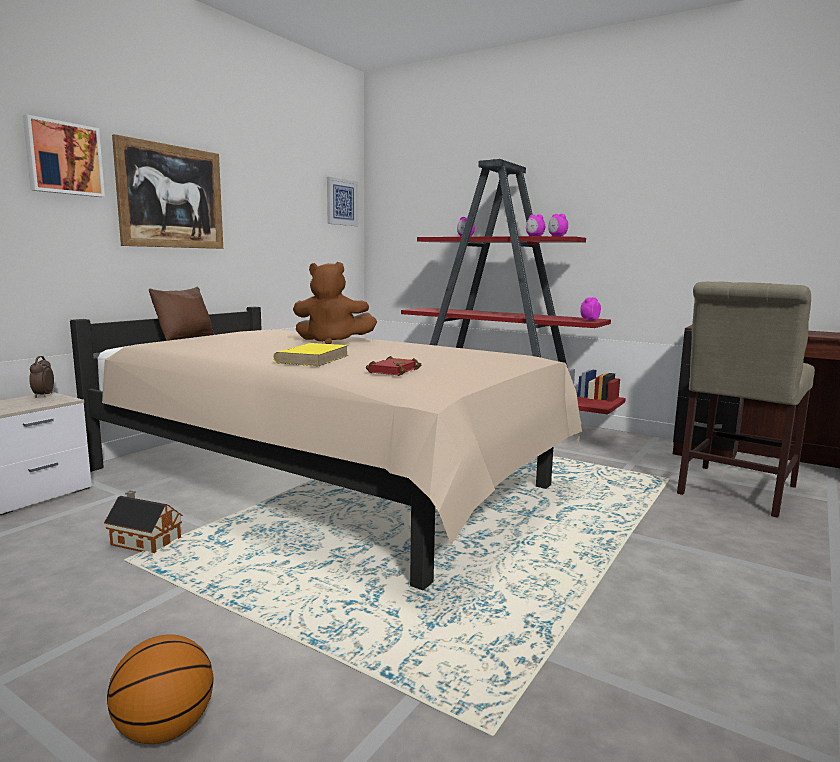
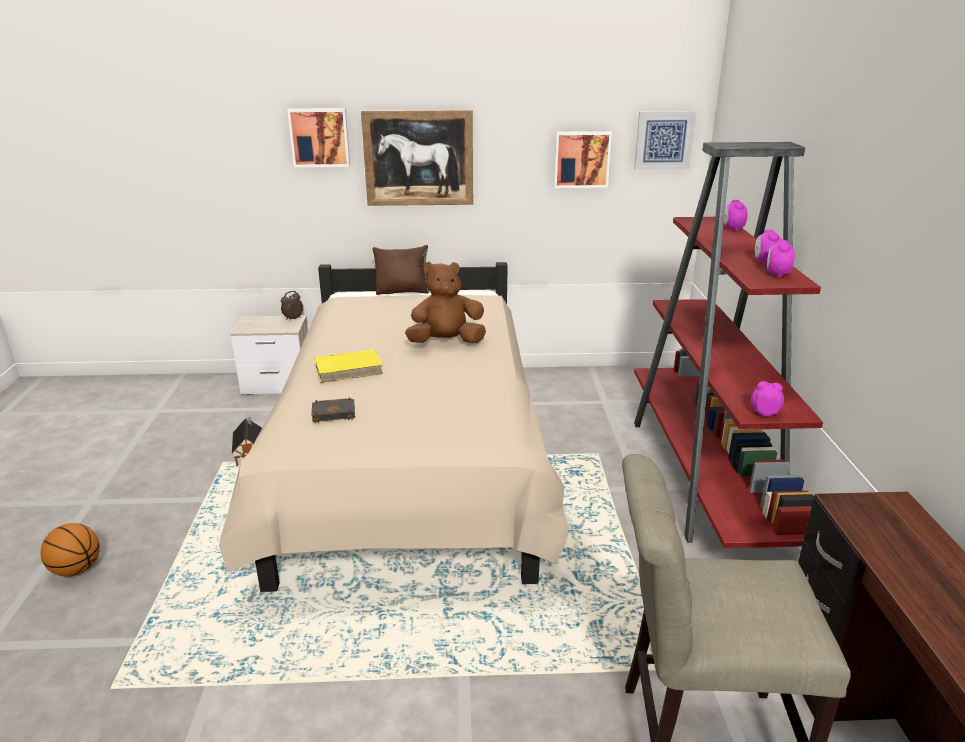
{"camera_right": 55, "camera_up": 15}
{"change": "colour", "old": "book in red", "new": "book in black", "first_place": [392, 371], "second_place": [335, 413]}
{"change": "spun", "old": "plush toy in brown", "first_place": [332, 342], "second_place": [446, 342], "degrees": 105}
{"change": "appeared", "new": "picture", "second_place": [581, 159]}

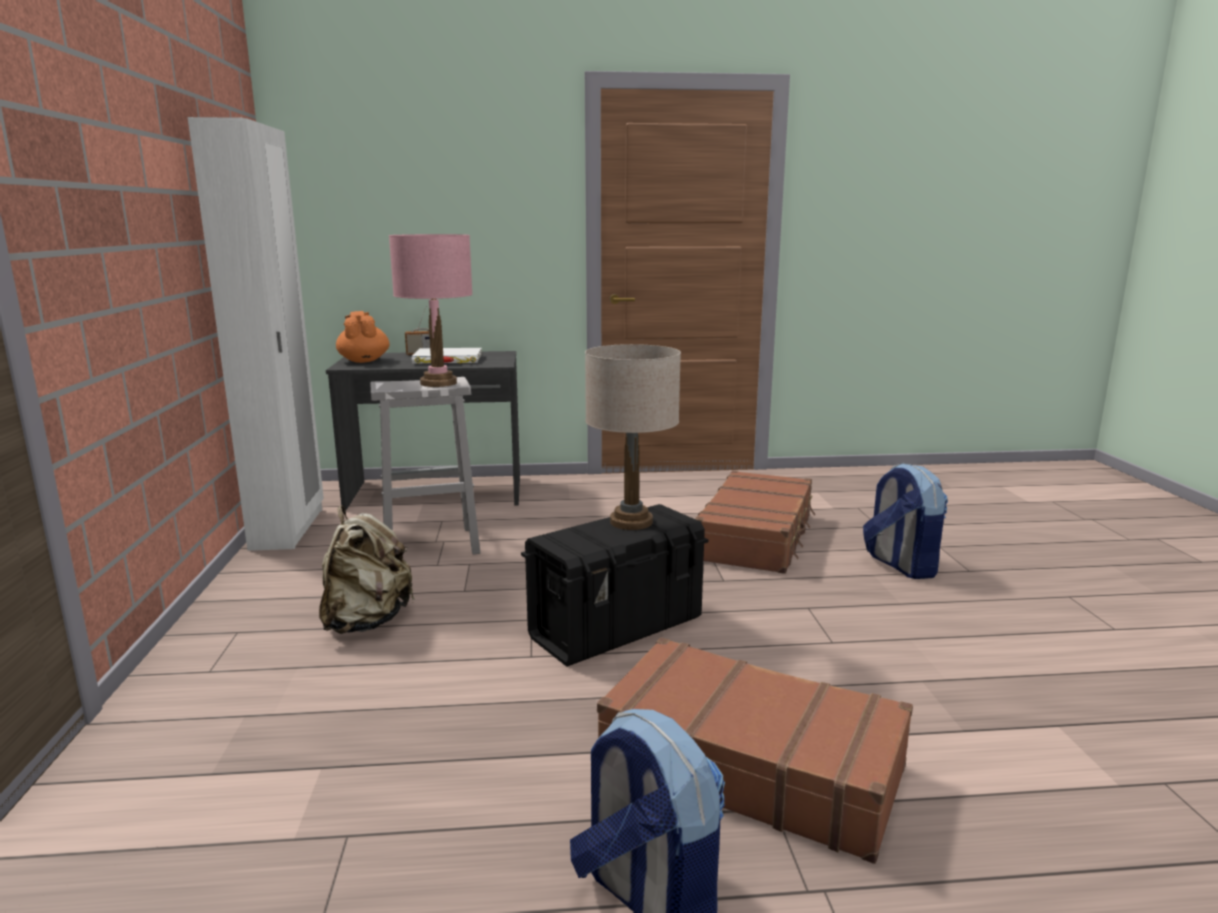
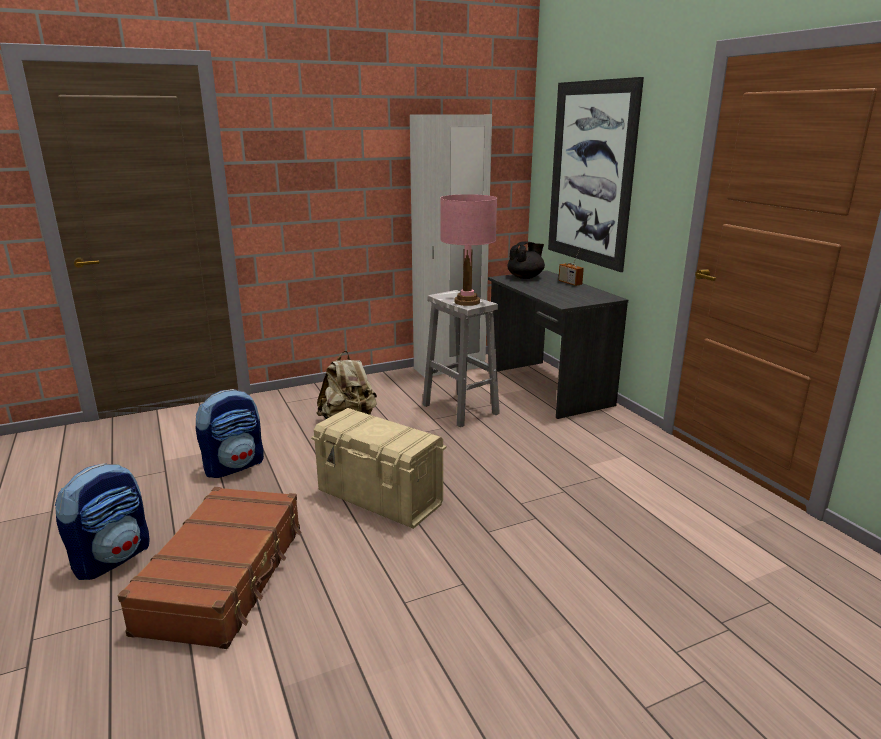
{"camera_right": 70, "camera_up": 5}
{"change": "relocated", "old": "backpack", "first_place": [900, 565], "second_place": [234, 466]}
{"change": "colour", "old": "storage box in black", "new": "storage box in beige", "first_place": [617, 627], "second_place": [380, 498]}
{"change": "colour", "old": "teapot in orange", "new": "teapot in black", "first_place": [364, 361], "second_place": [526, 277]}
{"change": "appeared", "new": "picture", "second_place": [590, 174]}
{"change": "missing", "old": "book in white", "first_place": [448, 360]}
{"change": "missing", "old": "table lamp in beige", "first_place": [631, 522]}
{"change": "missing", "old": "suitcase in brown", "first_place": [756, 537]}

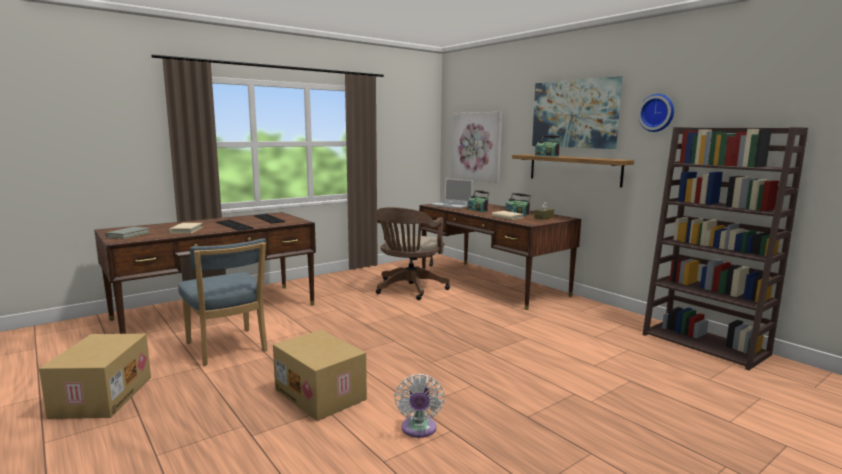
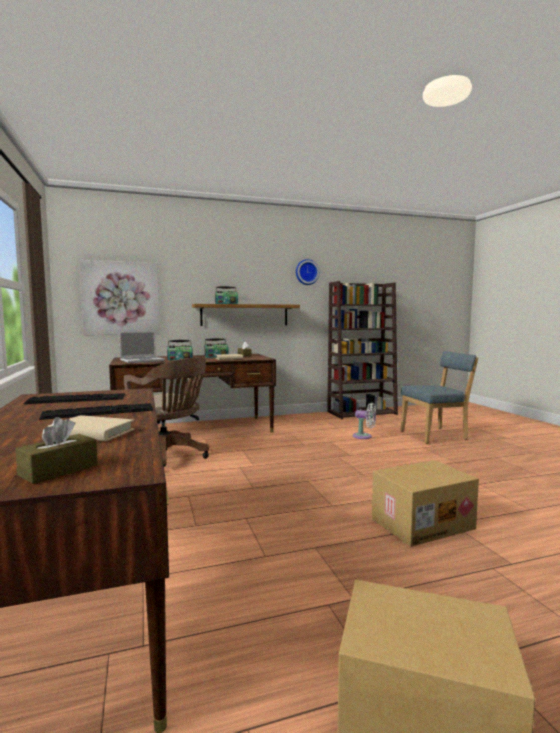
{"camera_right": -70, "camera_up": -5}
{"change": "exchanged", "old": "book in grey", "new": "tissue box in brown", "first_place": [128, 235], "second_place": [59, 470]}
{"change": "relocated", "old": "fan in white", "first_place": [418, 430], "second_place": [364, 436]}
{"change": "relocated", "old": "chair in blue", "first_place": [228, 348], "second_place": [436, 435]}
{"change": "missing", "old": "picture", "first_place": [574, 114]}

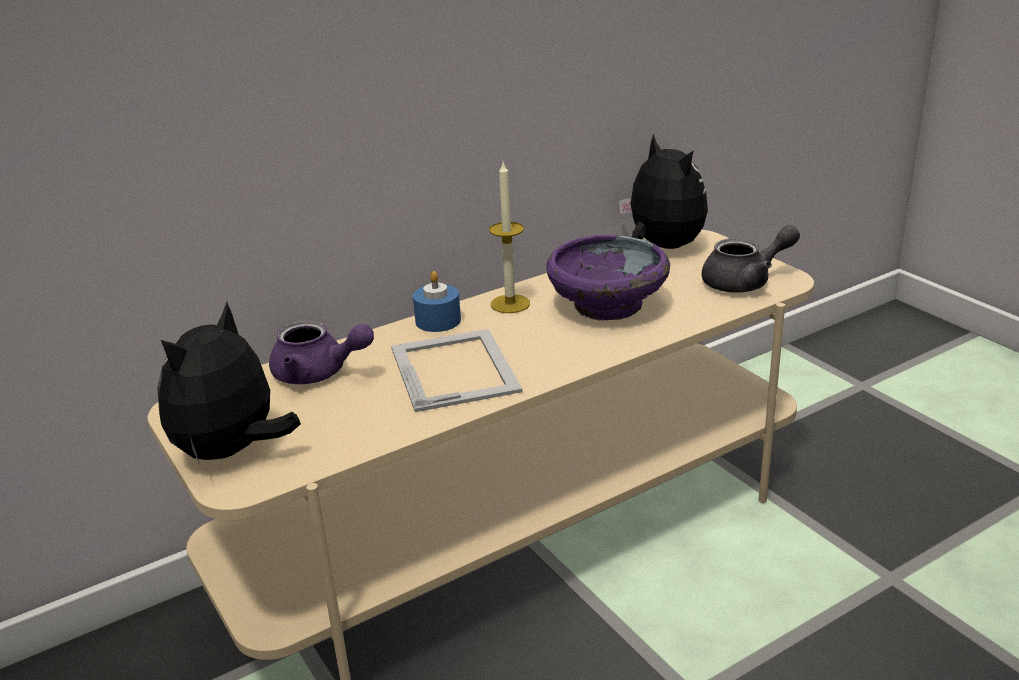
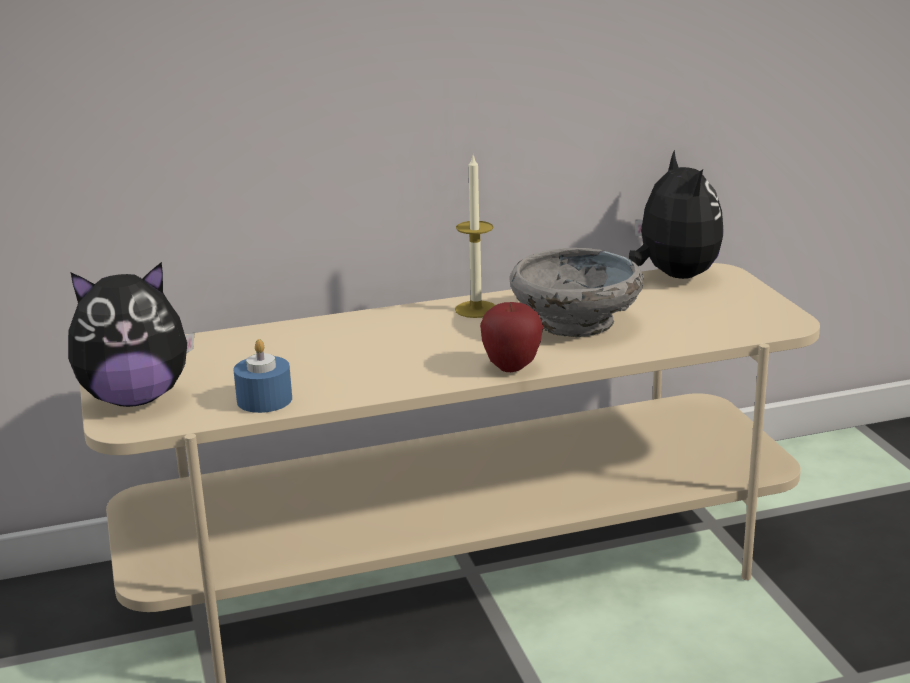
{"camera_right": 15, "camera_up": -5}
{"change": "spun", "old": "plush toy", "first_place": [232, 452], "second_place": [135, 398], "degrees": -150}
{"change": "relocated", "old": "candle in blue", "first_place": [438, 321], "second_place": [264, 400]}
{"change": "appeared", "new": "apple", "second_place": [512, 367]}
{"change": "colour", "old": "bowl in purple", "new": "bowl in grey", "first_place": [606, 305], "second_place": [574, 323]}
{"change": "missing", "old": "teapot in purple", "first_place": [319, 373]}
{"change": "missing", "old": "picture frame", "first_place": [455, 368]}
{"change": "missing", "old": "teapot in grey", "first_place": [746, 282]}

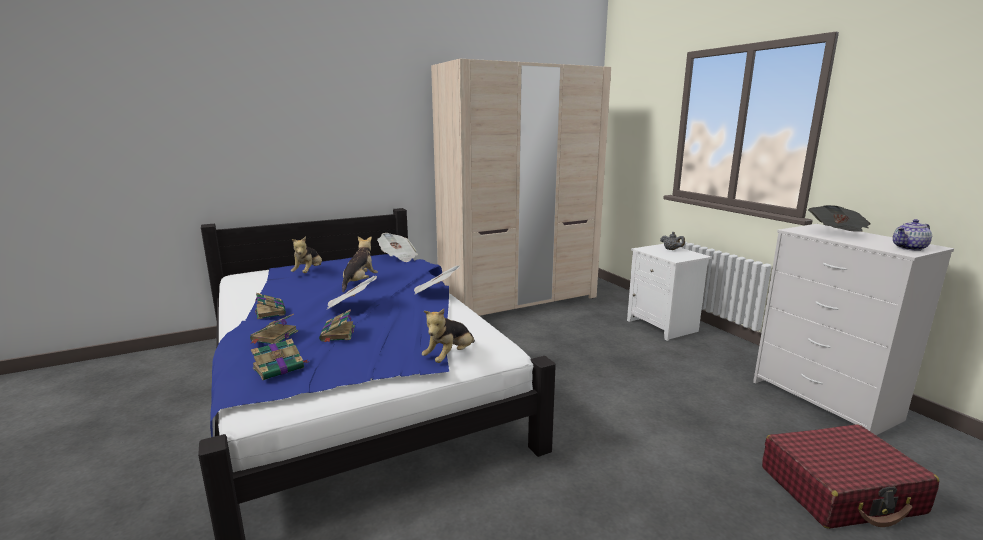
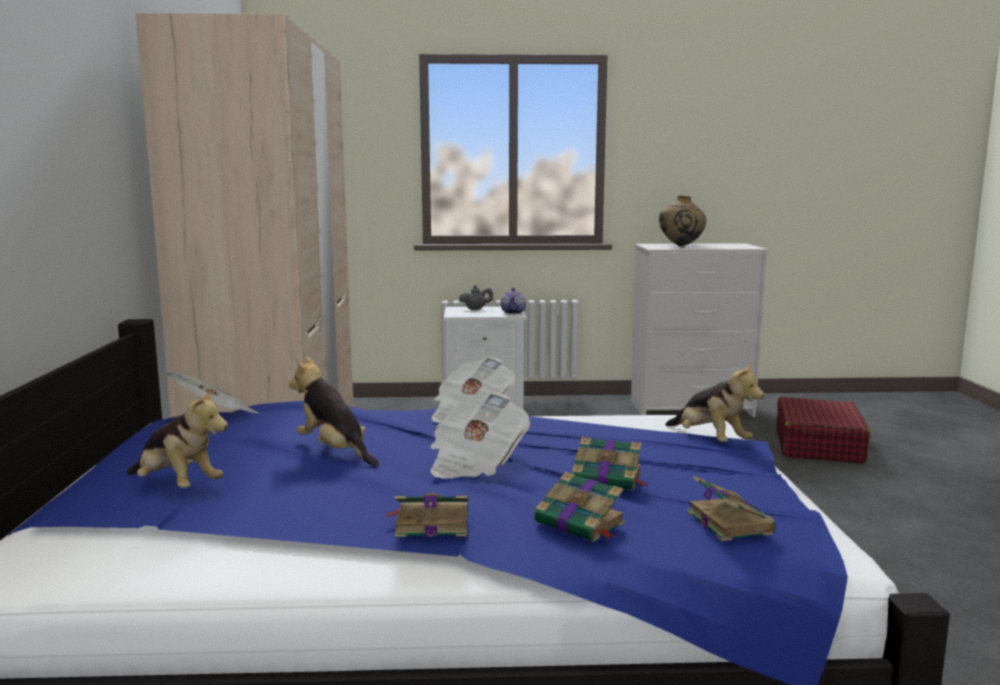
{"camera_right": -65, "camera_up": -5}
{"change": "relocated", "old": "teapot", "first_place": [910, 248], "second_place": [513, 312]}
{"change": "exchanged", "old": "newspaper", "new": "vase in beige", "first_place": [837, 234], "second_place": [681, 246]}

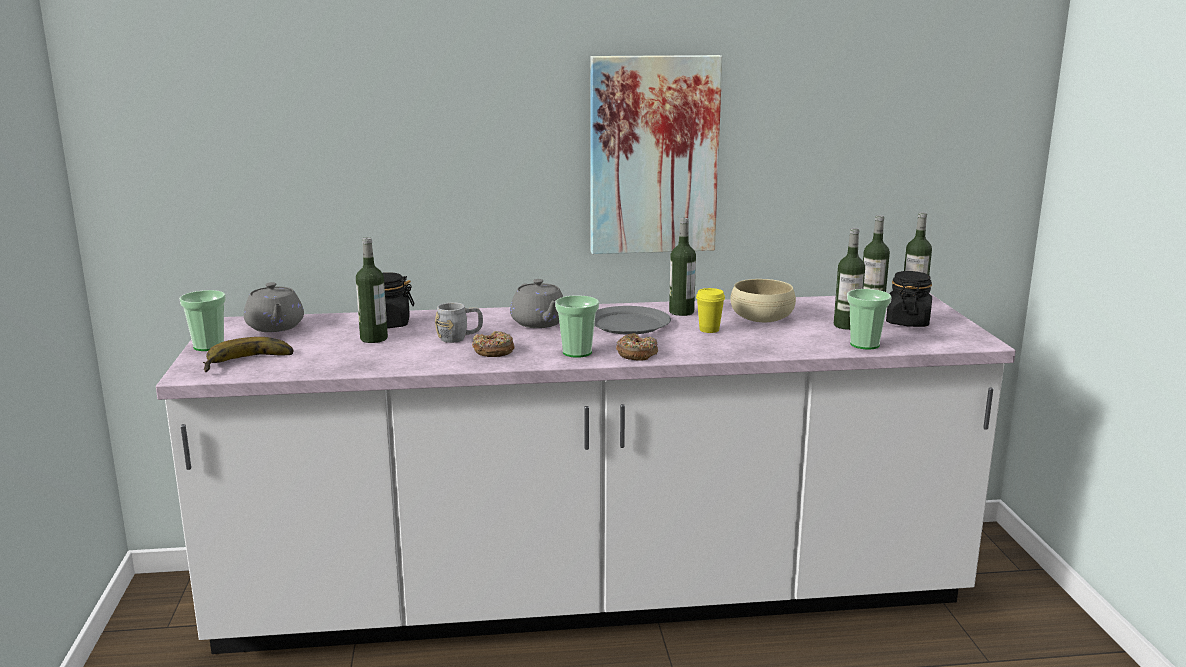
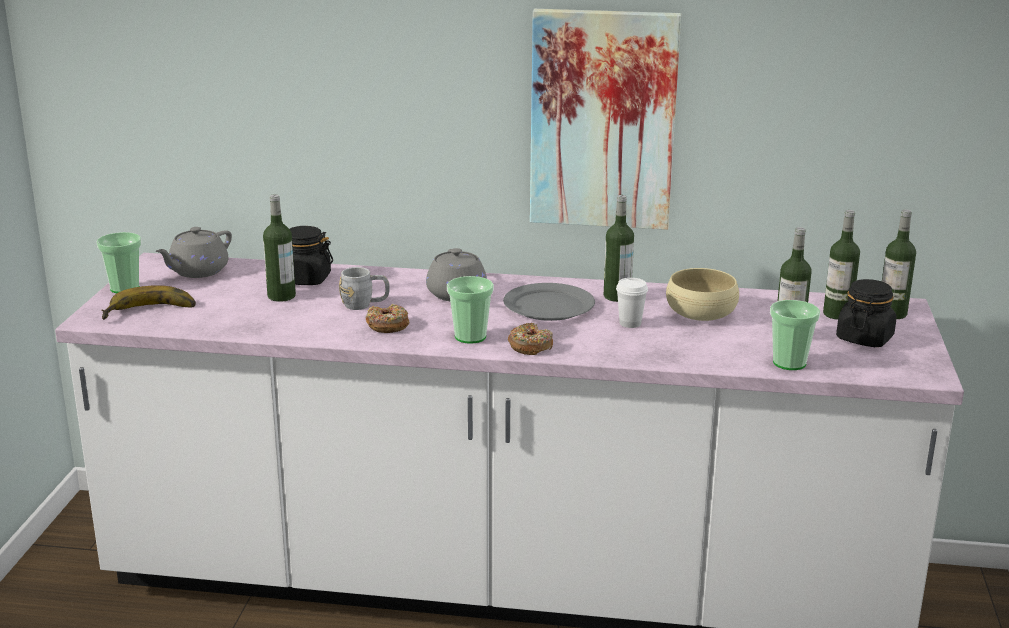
{"camera_right": 15, "camera_up": 5}
{"change": "spun", "old": "teapot in grey", "first_place": [275, 327], "second_place": [197, 271], "degrees": 45}
{"change": "colour", "old": "cup in yellow", "new": "cup in white", "first_place": [709, 330], "second_place": [630, 323]}

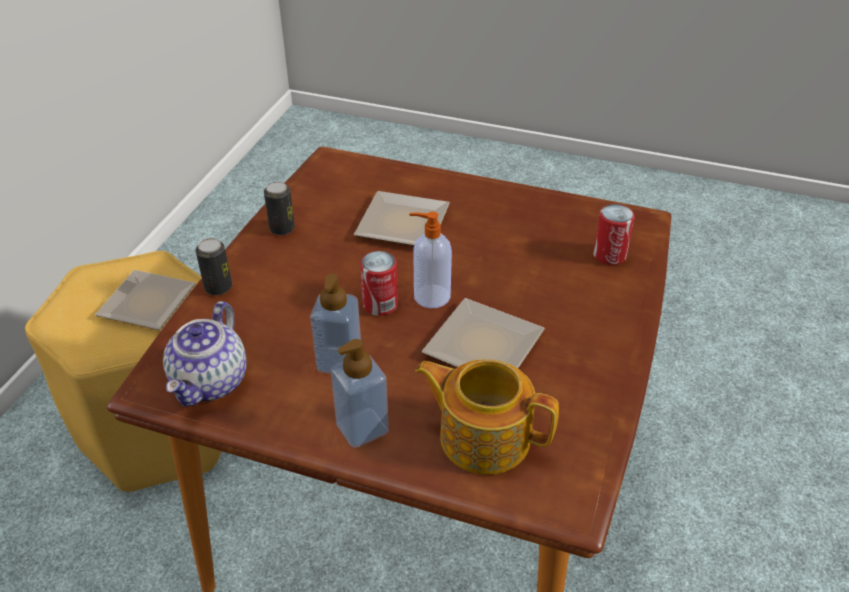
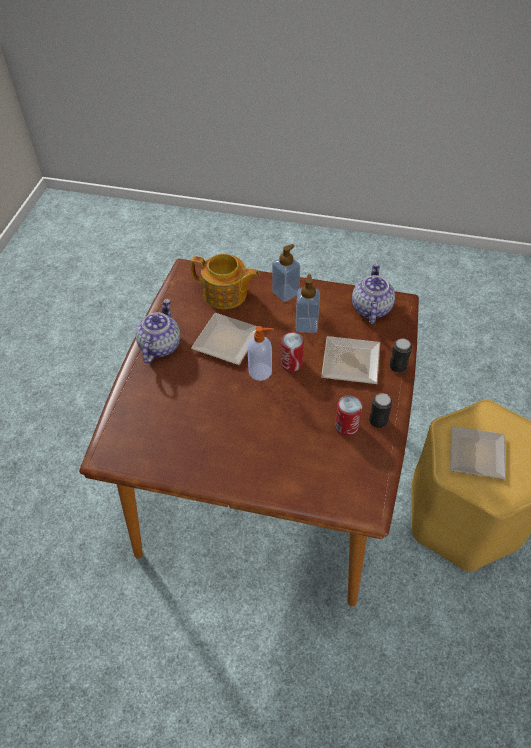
{"camera_right": 175, "camera_up": 10}
{"change": "appeared", "new": "teapot", "second_place": [159, 345]}
{"change": "relocated", "old": "plate", "first_place": [406, 223], "second_place": [348, 364]}
{"change": "relocated", "old": "can", "first_place": [609, 255], "second_place": [346, 426]}

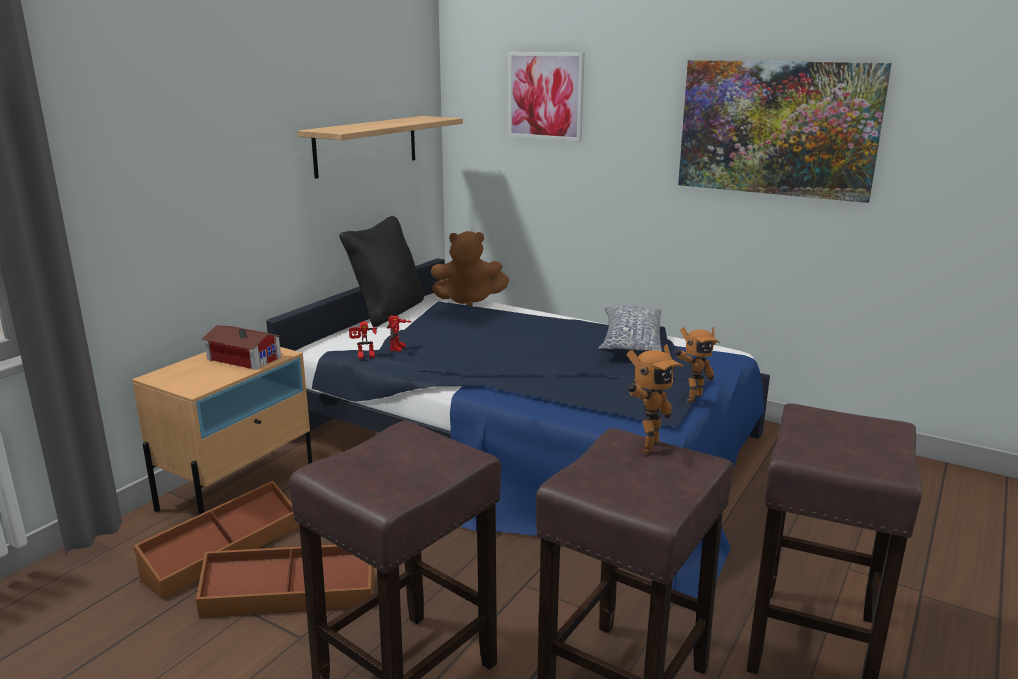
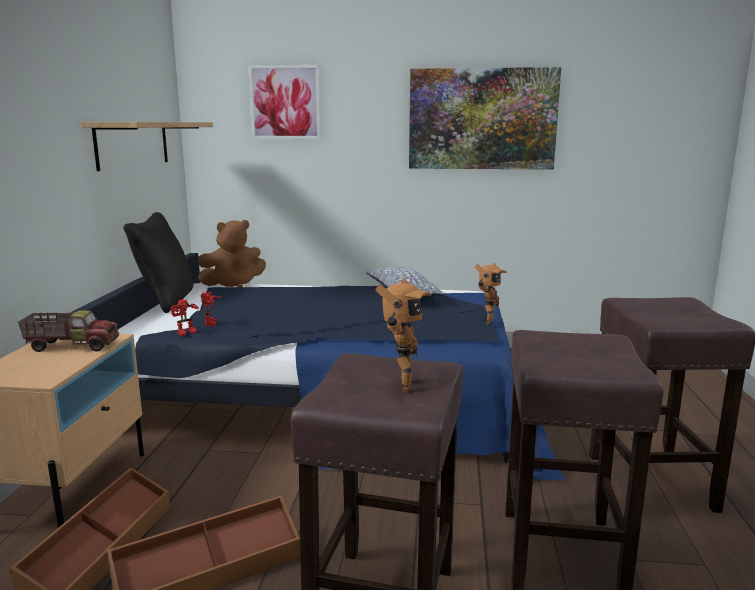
{"camera_right": -25, "camera_up": -5}
{"change": "exchanged", "old": "toy house", "new": "toy truck", "first_place": [244, 357], "second_place": [72, 346]}
{"change": "relocated", "old": "toy robot", "first_place": [645, 446], "second_place": [400, 385]}

